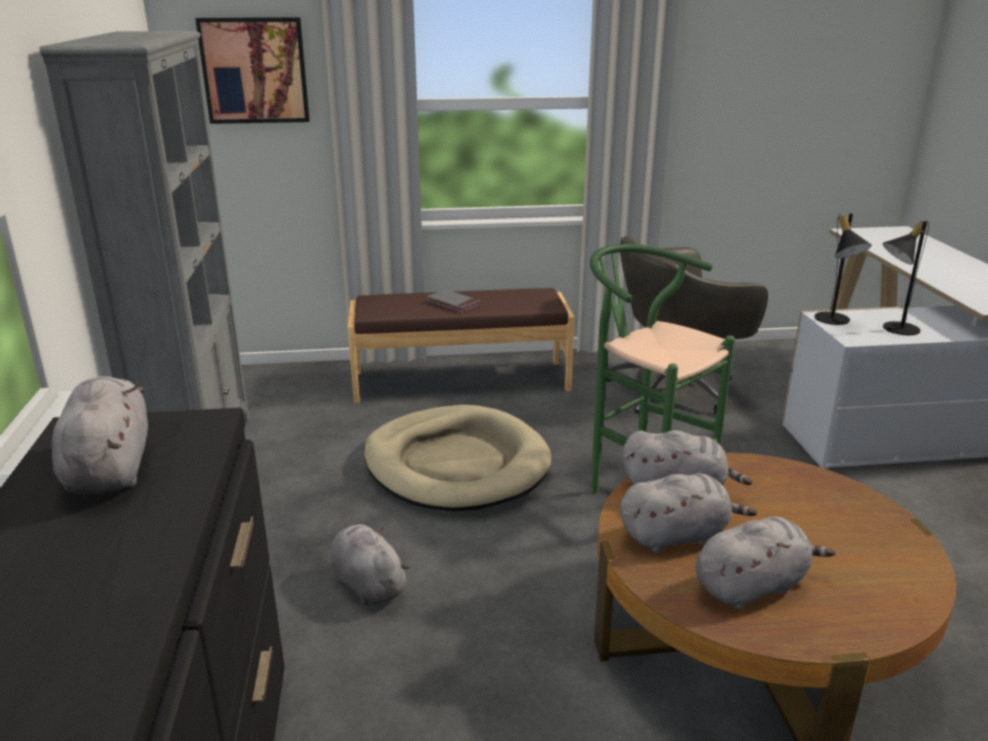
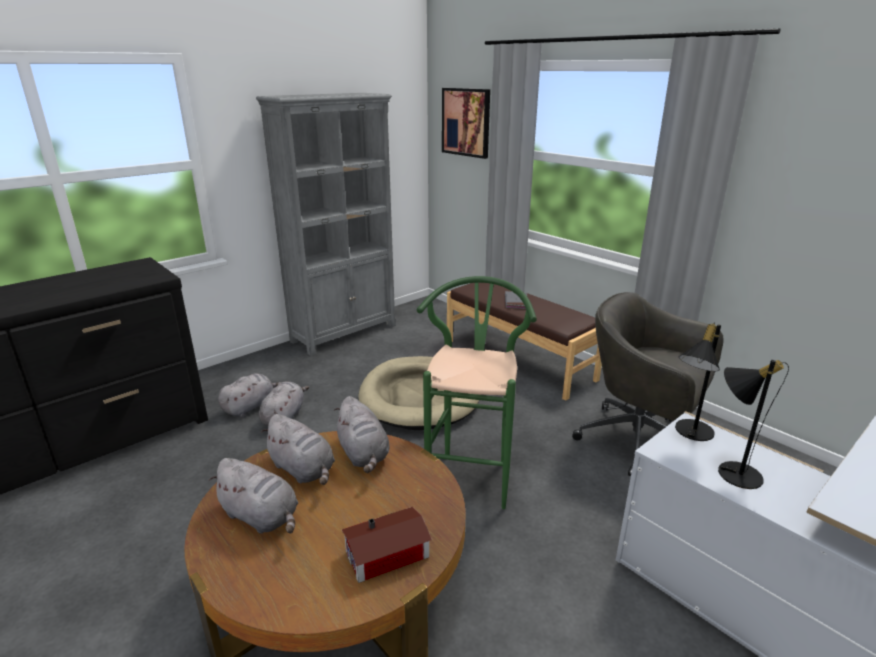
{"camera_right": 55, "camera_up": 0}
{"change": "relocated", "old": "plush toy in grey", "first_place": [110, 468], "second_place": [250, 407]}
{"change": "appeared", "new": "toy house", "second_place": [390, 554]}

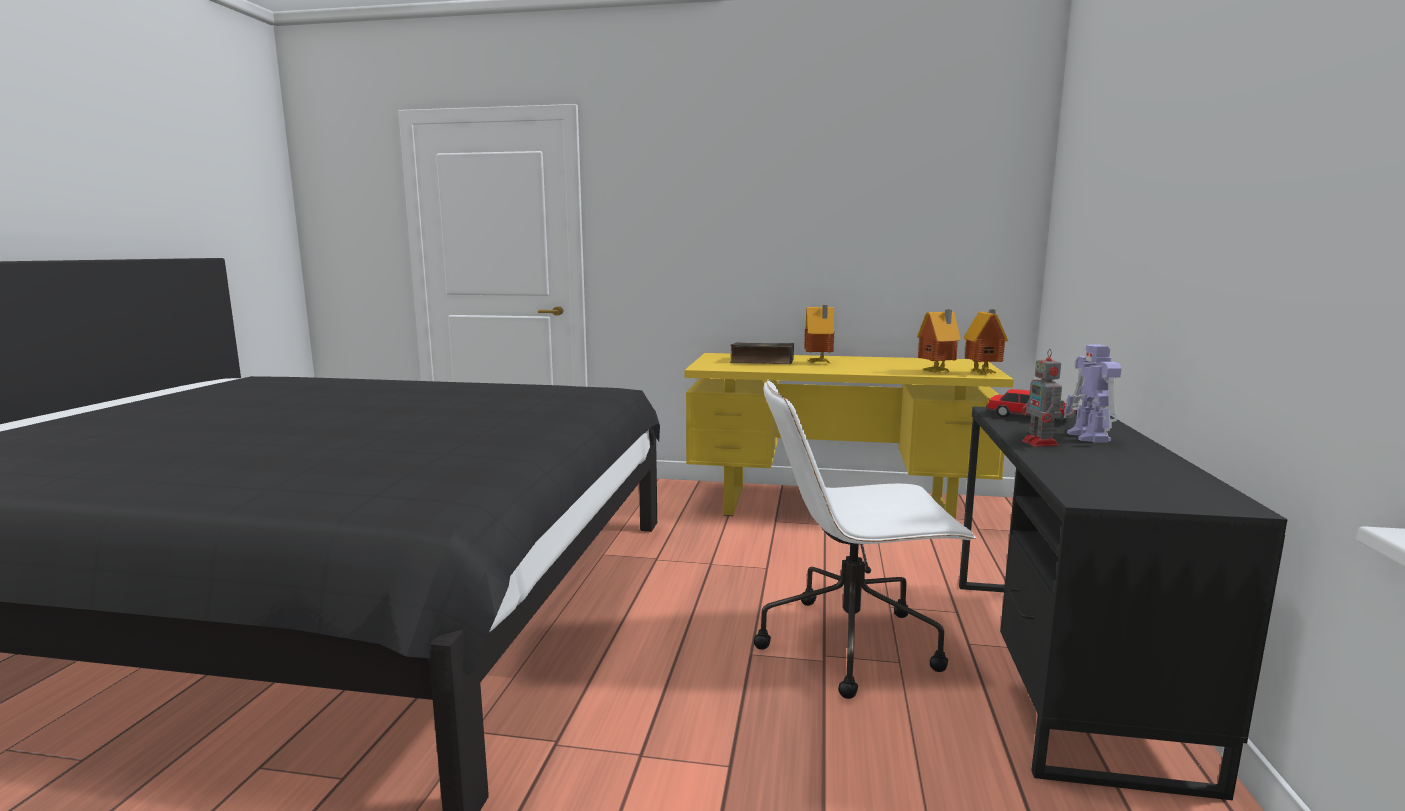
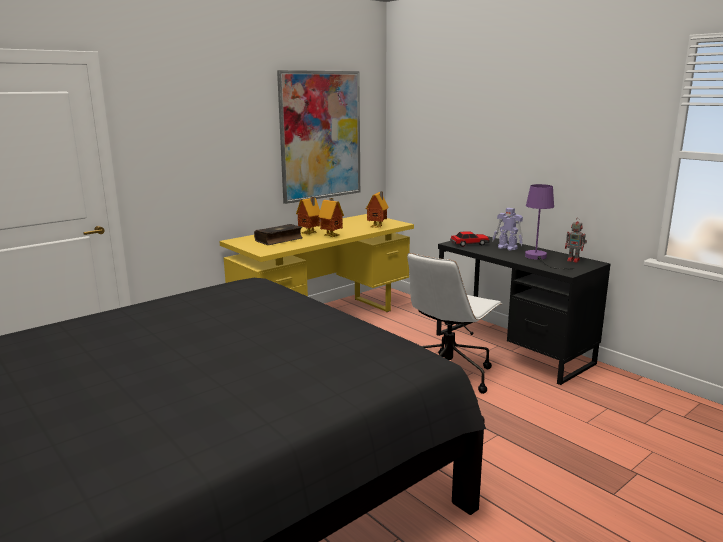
{"camera_right": -50, "camera_up": 5}
{"change": "appeared", "new": "picture", "second_place": [321, 136]}
{"change": "relocated", "old": "toy house", "first_place": [984, 373], "second_place": [332, 236]}
{"change": "appeared", "new": "table lamp in purple", "second_place": [539, 258]}
{"change": "relocated", "old": "toy robot", "first_place": [1041, 443], "second_place": [574, 260]}

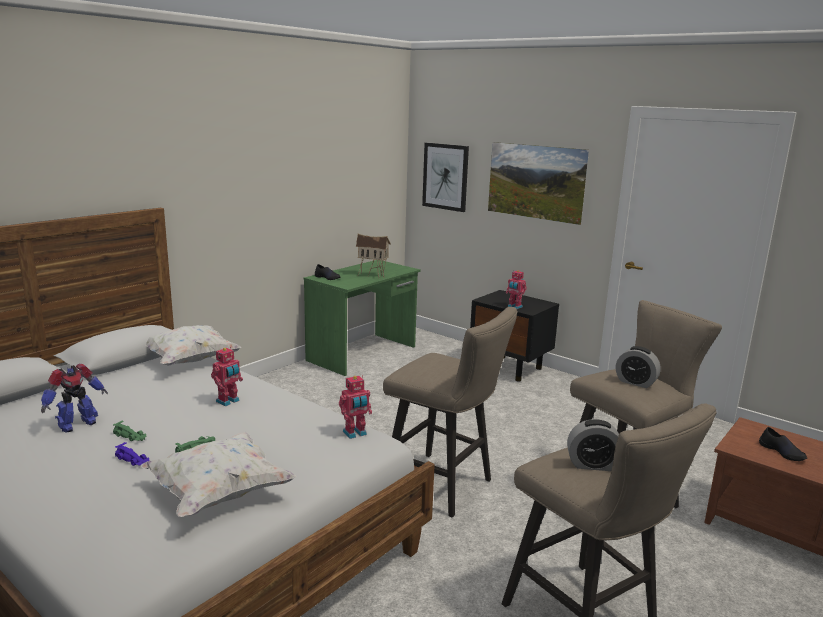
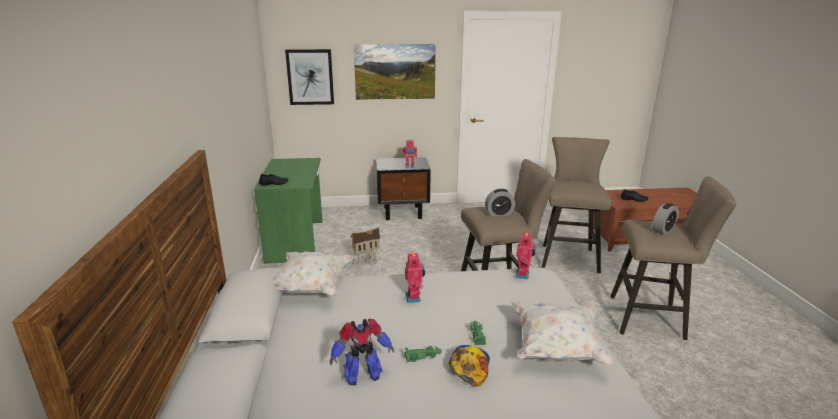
{"camera_right": -45, "camera_up": 5}
{"change": "spun", "old": "toy robot", "first_place": [76, 424], "second_place": [362, 375], "degrees": 75}
{"change": "relocated", "old": "toy house", "first_place": [373, 275], "second_place": [365, 263]}
{"change": "exchanged", "old": "toy car in purple", "new": "cap", "first_place": [133, 460], "second_place": [470, 366]}
{"change": "relocated", "old": "alarm clock", "first_place": [635, 382], "second_place": [499, 213]}

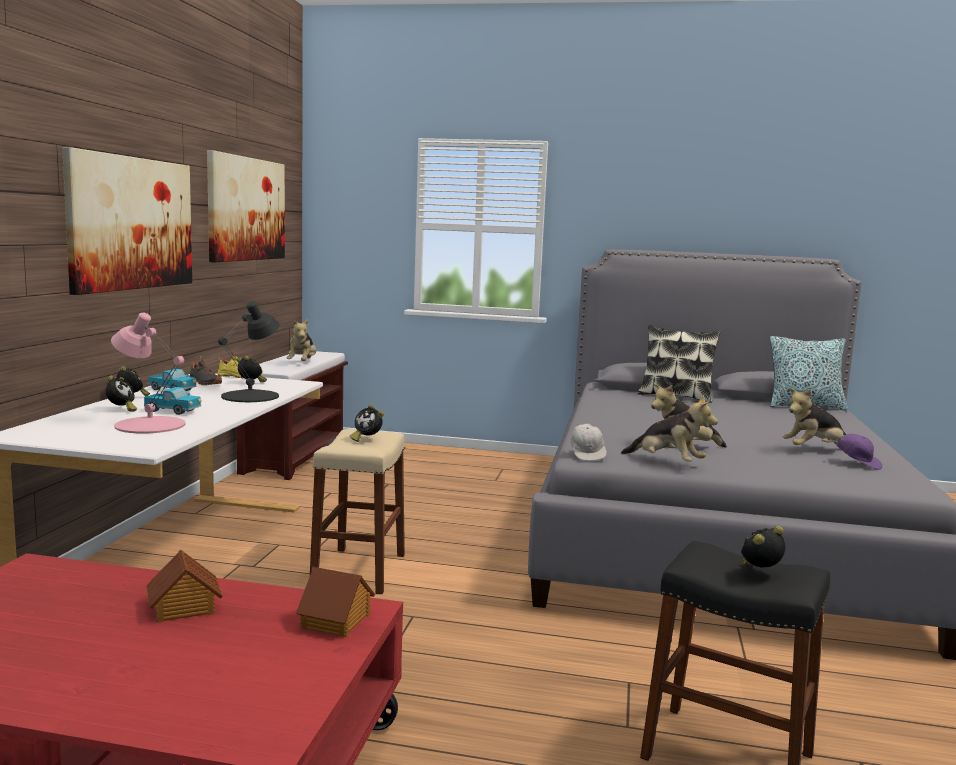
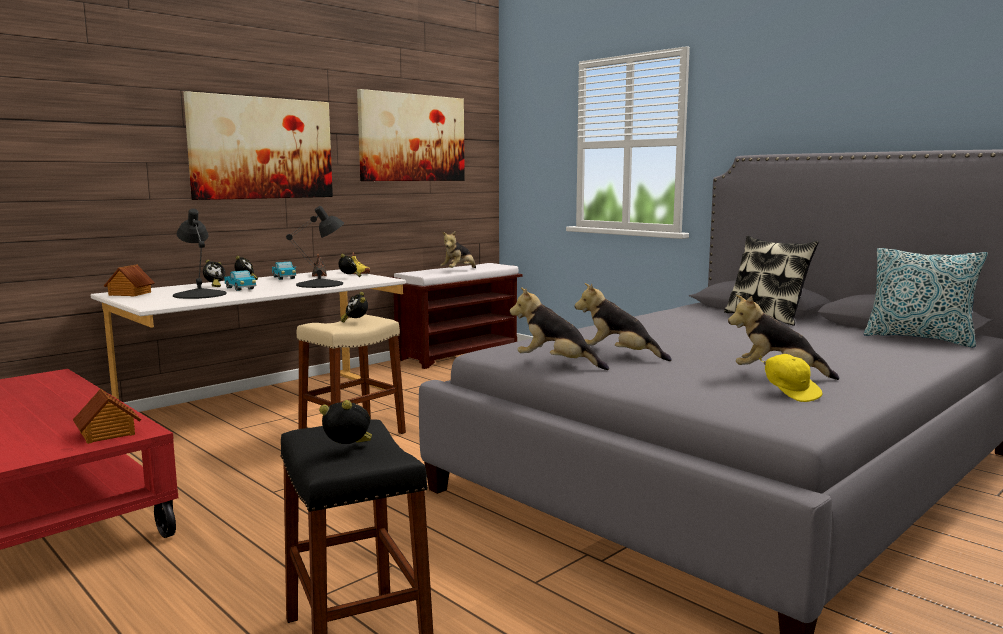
{"camera_right": 35, "camera_up": 0}
{"change": "relocated", "old": "toy house", "first_place": [183, 608], "second_place": [129, 294]}
{"change": "colour", "old": "table lamp in pink", "new": "table lamp in black", "first_place": [149, 425], "second_place": [200, 294]}
{"change": "spun", "old": "plush toy", "first_place": [667, 462], "second_place": [556, 364], "degrees": 135}
{"change": "colour", "old": "cap in purple", "new": "cap in yellow", "first_place": [856, 464], "second_place": [790, 393]}
{"change": "missing", "old": "cap in white", "first_place": [587, 455]}

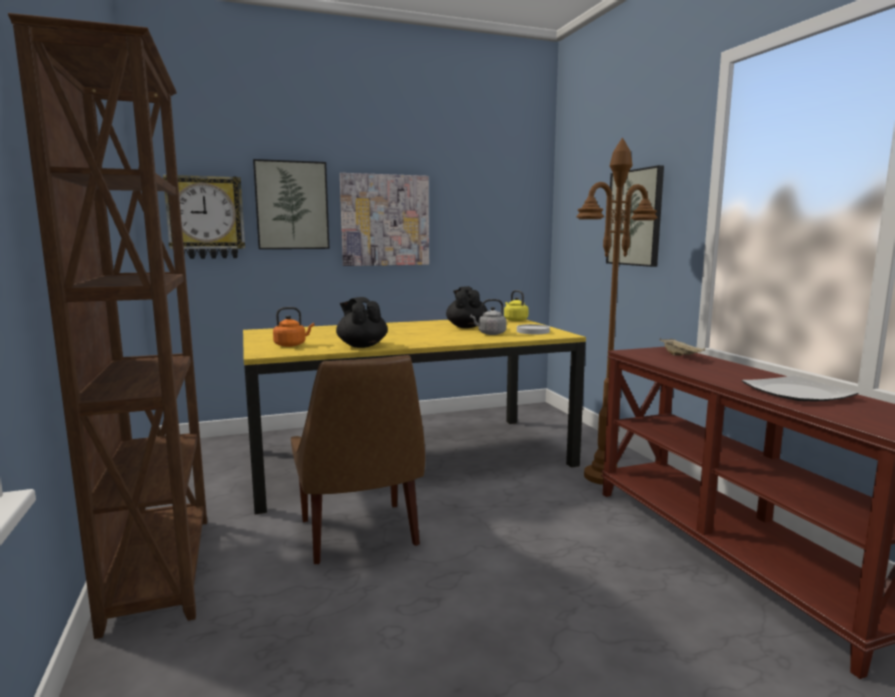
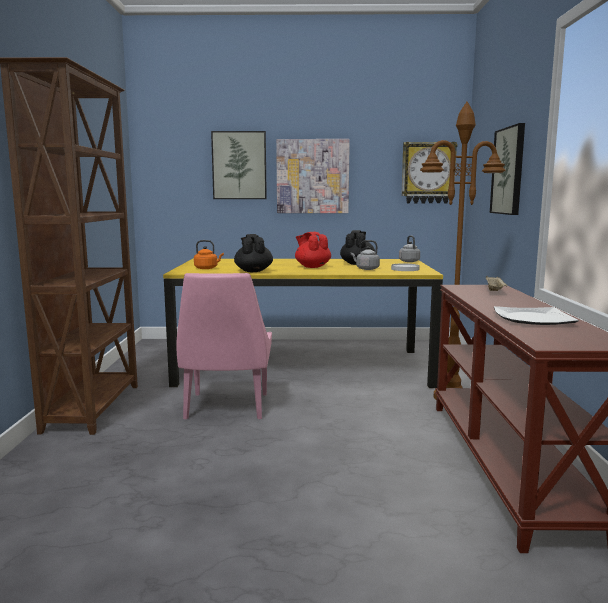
{"camera_right": 20, "camera_up": 0}
{"change": "colour", "old": "chair in brown", "new": "chair in pink", "first_place": [359, 535], "second_place": [226, 408]}
{"change": "appeared", "new": "teapot in red", "second_place": [312, 267]}
{"change": "colour", "old": "kettle in yellow", "new": "kettle in grey", "first_place": [515, 320], "second_place": [408, 261]}
{"change": "relocated", "old": "wall clock", "first_place": [206, 218], "second_place": [428, 173]}

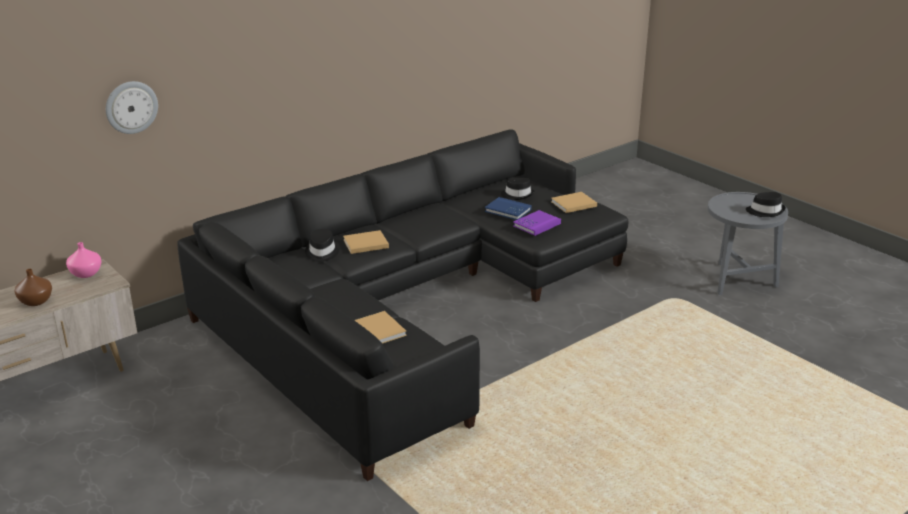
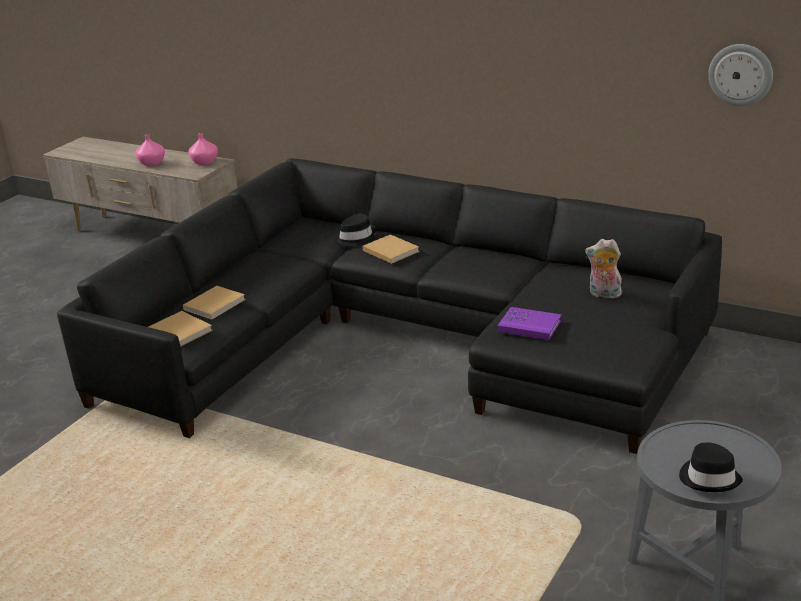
{"camera_right": 70, "camera_up": 0}
{"change": "colour", "old": "vase in brown", "new": "vase in pink", "first_place": [35, 301], "second_place": [151, 163]}
{"change": "relocated", "old": "book in beige", "first_place": [572, 204], "second_place": [179, 330]}
{"change": "exchanged", "old": "hat in black", "new": "plush toy", "first_place": [517, 195], "second_place": [603, 294]}
{"change": "relocated", "old": "wall clock", "first_place": [131, 107], "second_place": [740, 74]}
{"change": "missing", "old": "book in blue", "first_place": [508, 210]}

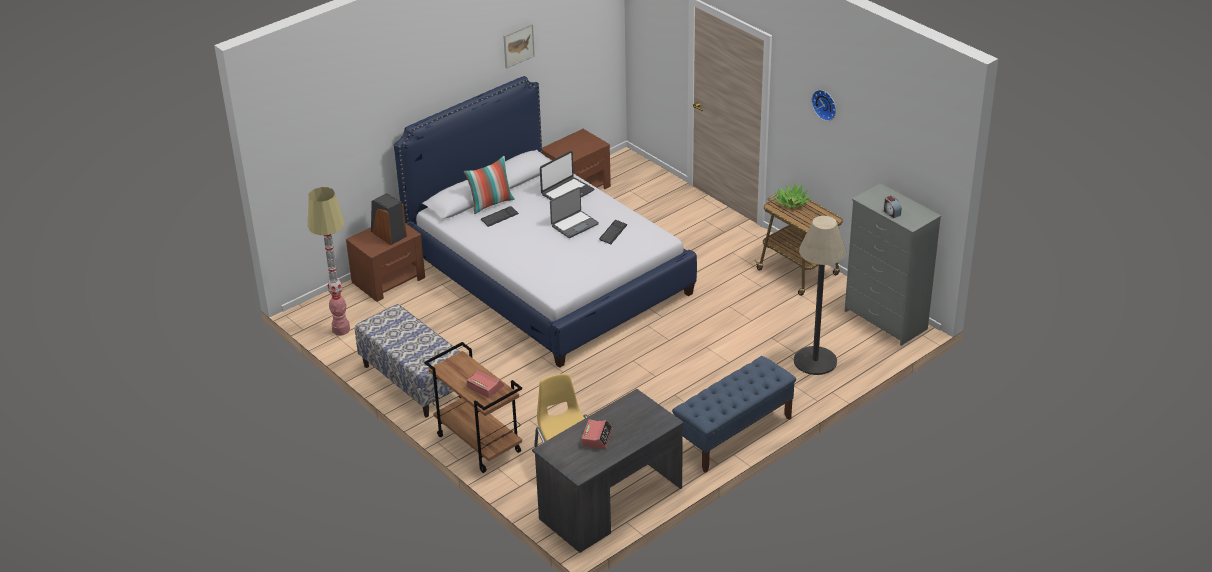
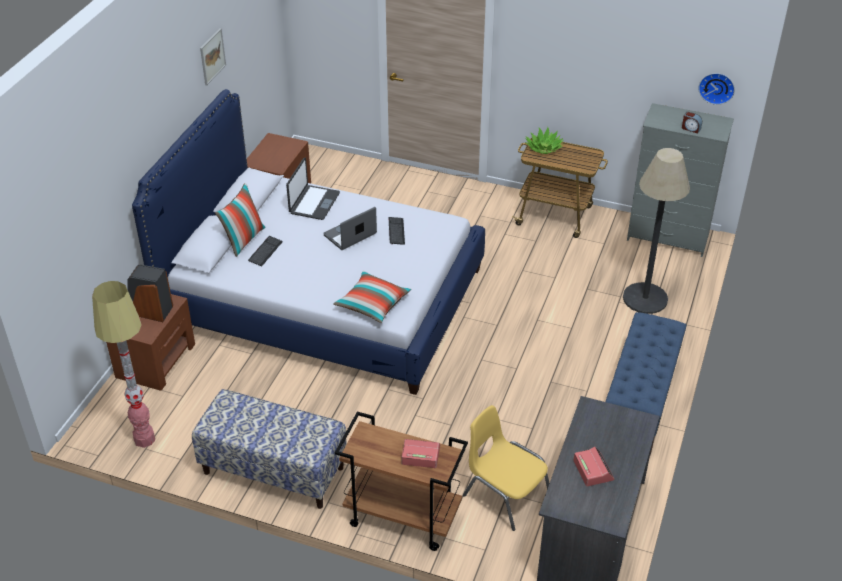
{"camera_right": -30, "camera_up": 5}
{"change": "spun", "old": "laptop", "first_place": [574, 224], "second_place": [350, 235], "degrees": -150}
{"change": "appeared", "new": "pillow", "second_place": [372, 304]}
{"change": "relocated", "old": "wall clock", "first_place": [825, 104], "second_place": [717, 87]}

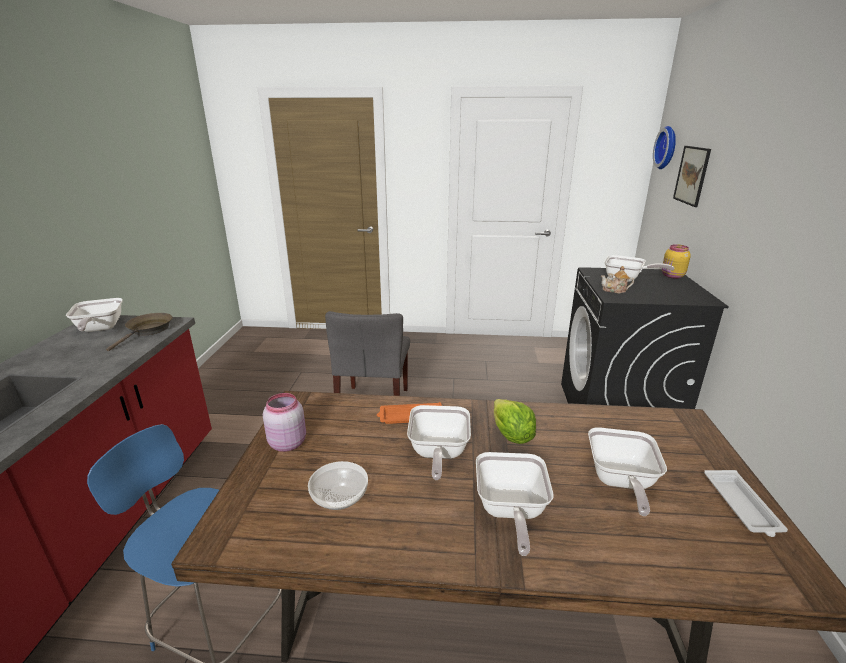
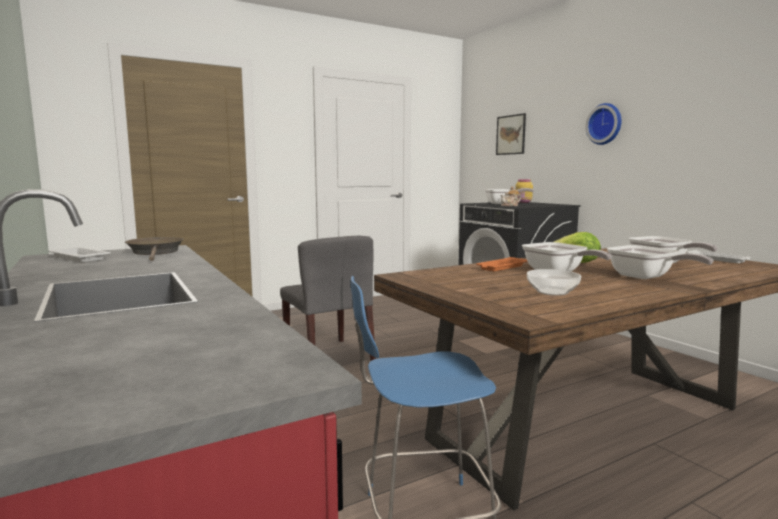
{"camera_right": -35, "camera_up": -15}
{"change": "exchanged", "old": "frying pan", "new": "tray in white", "first_place": [99, 329], "second_place": [79, 258]}
{"change": "relocated", "old": "wall clock", "first_place": [668, 147], "second_place": [605, 124]}
{"change": "missing", "old": "jar in pink", "first_place": [287, 443]}

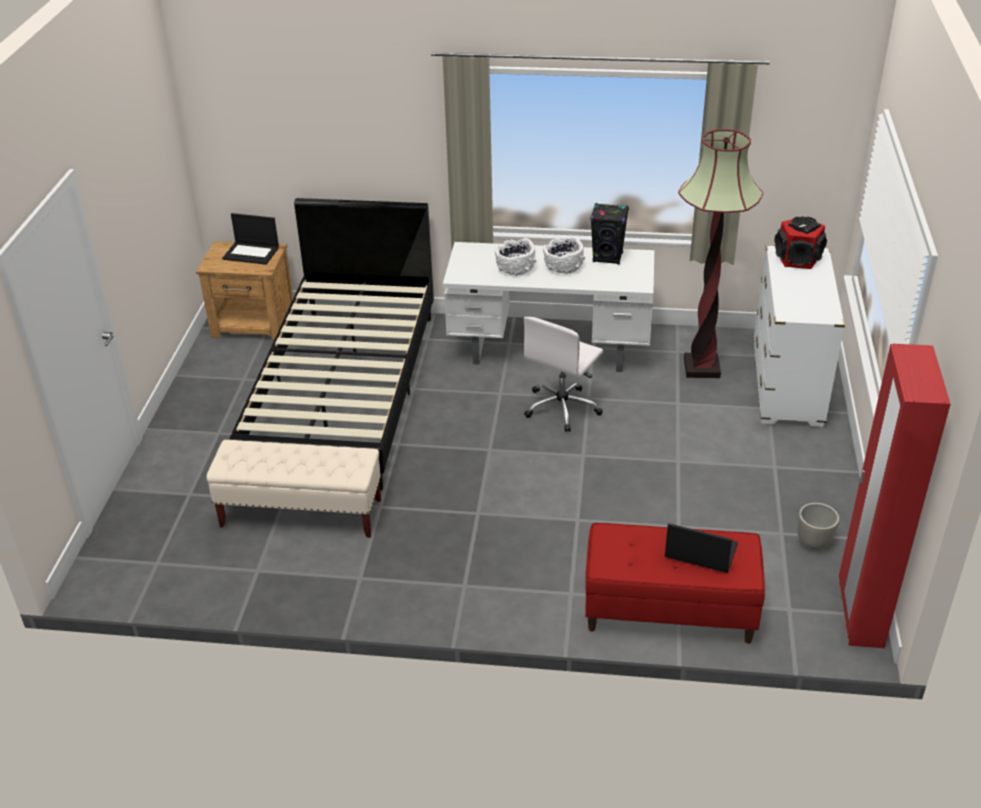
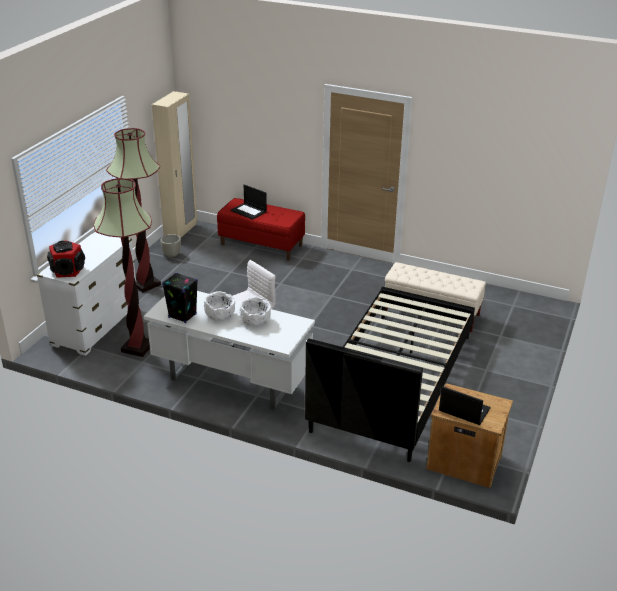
{"camera_right": -165, "camera_up": -5}
{"change": "appeared", "new": "floor lamp", "second_place": [146, 284]}
{"change": "colour", "old": "wardrobe in red", "new": "wardrobe in beige", "first_place": [859, 614], "second_place": [181, 231]}

